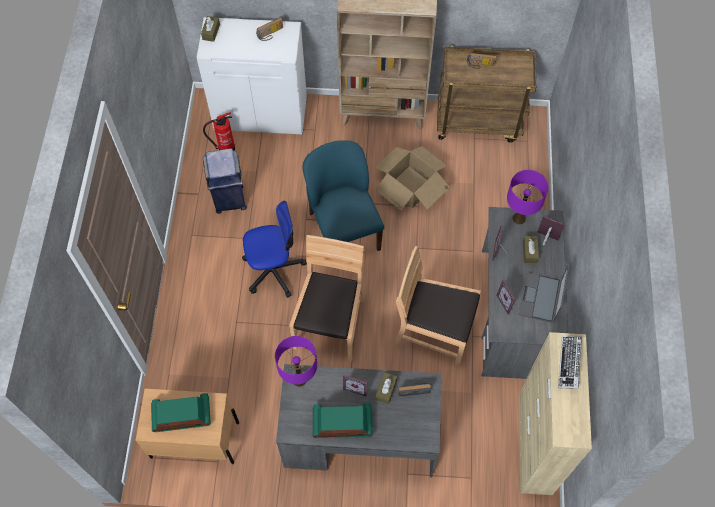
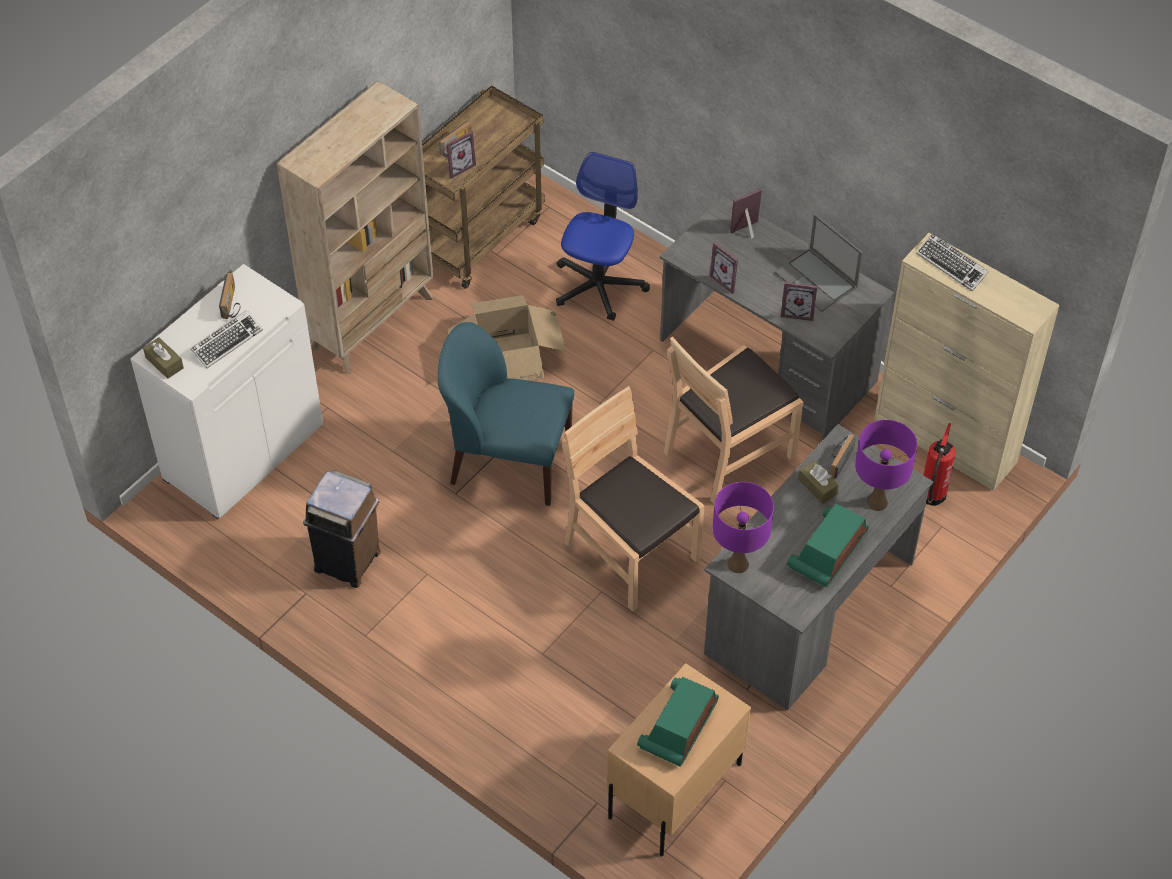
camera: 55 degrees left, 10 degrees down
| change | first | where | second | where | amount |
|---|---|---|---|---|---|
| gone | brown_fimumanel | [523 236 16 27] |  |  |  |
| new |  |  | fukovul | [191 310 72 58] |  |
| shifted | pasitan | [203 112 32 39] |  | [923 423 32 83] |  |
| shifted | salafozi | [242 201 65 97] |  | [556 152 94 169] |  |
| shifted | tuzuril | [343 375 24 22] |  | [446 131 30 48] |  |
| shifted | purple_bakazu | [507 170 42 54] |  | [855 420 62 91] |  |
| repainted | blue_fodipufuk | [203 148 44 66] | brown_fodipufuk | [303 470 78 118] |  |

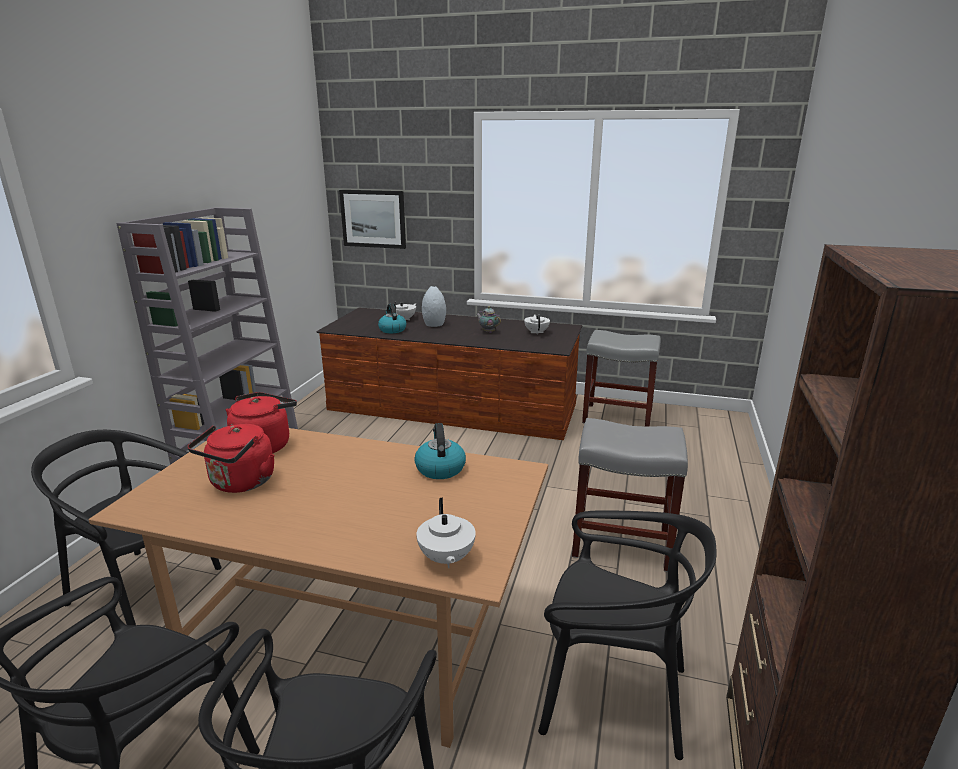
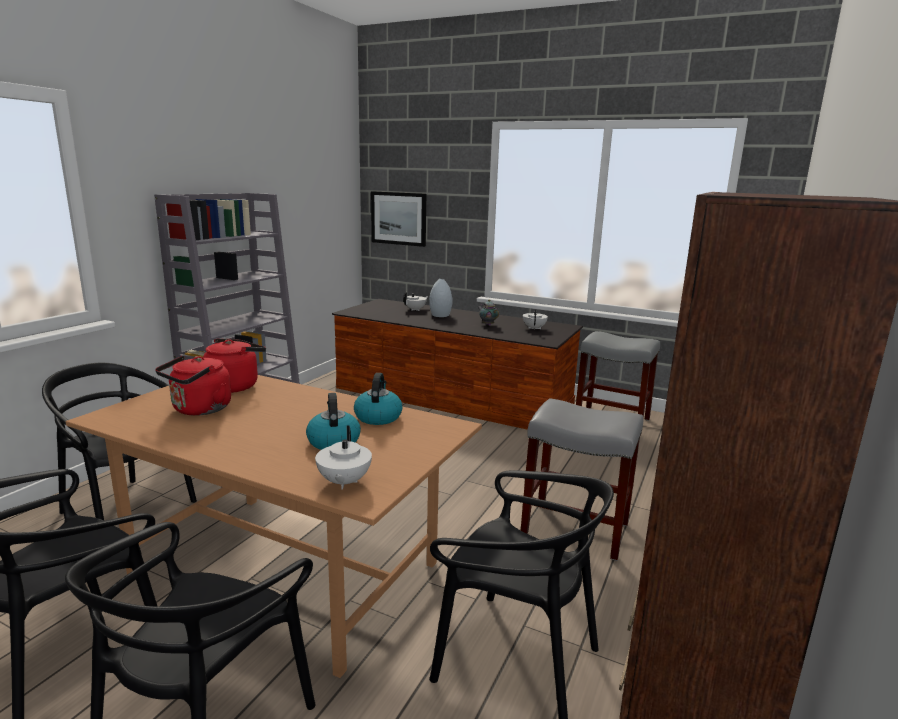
camera: 10 degrees right, 5 degrees down
| change | first | where | second | where | amount |
|---|---|---|---|---|---|
| shifted | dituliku | [378 304 28 29] |  | [306 393 55 57] |  |

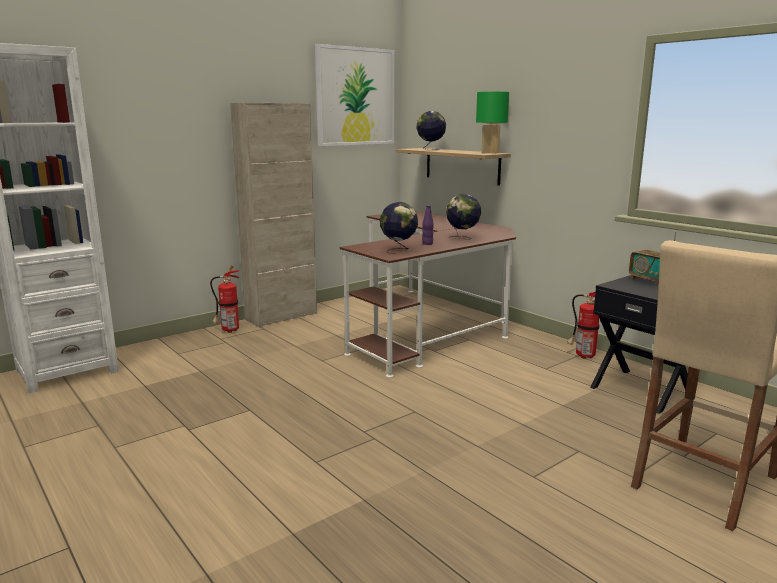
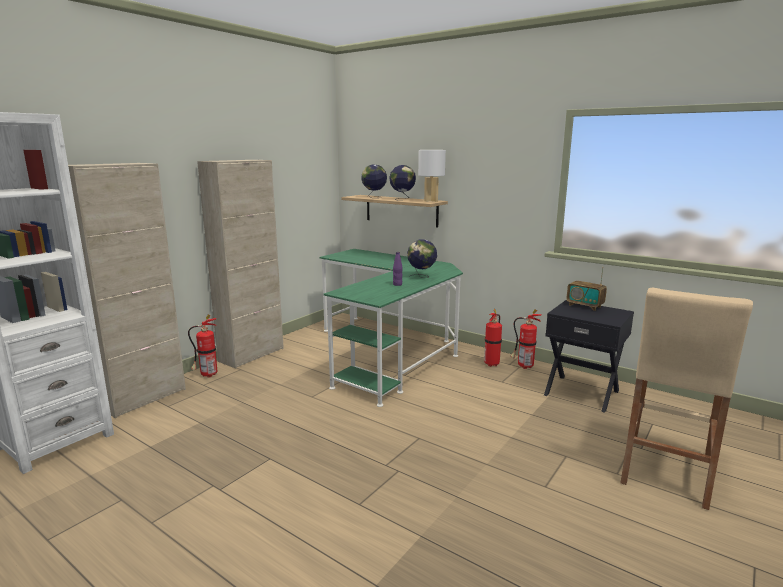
camera: 15 degrees left, 0 degrees up
| change | first | where | second | where | amount |
|---|---|---|---|---|---|
| gone | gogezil | [315 44 80 102] |  |  |  |
| new |  |  | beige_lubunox | [68 163 118 255] |  |
| new |  |  | pasitan | [484 309 18 58] |  |
| shifted | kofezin | [380 202 38 52] |  | [390 165 26 36] |  |
| repainted | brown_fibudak | [340 211 176 167] | green_fibudak | [319 249 144 158] |  |
| repainted | green_bakazu | [476 91 33 63] | white_bakazu | [418 150 28 52] |  |

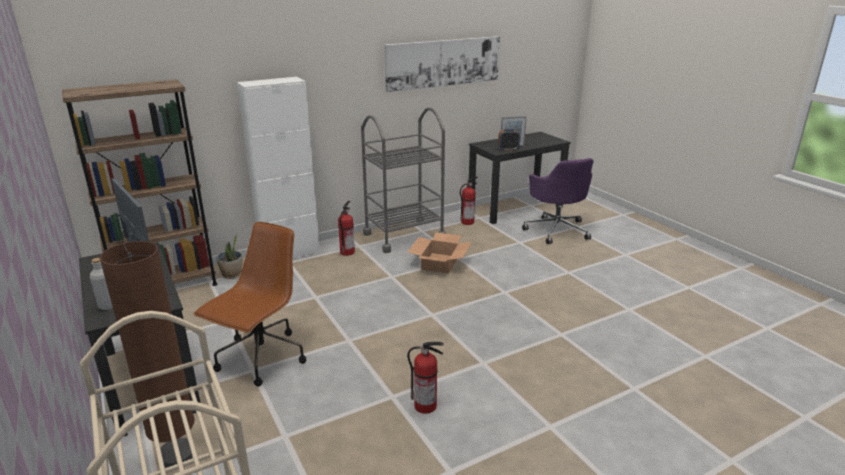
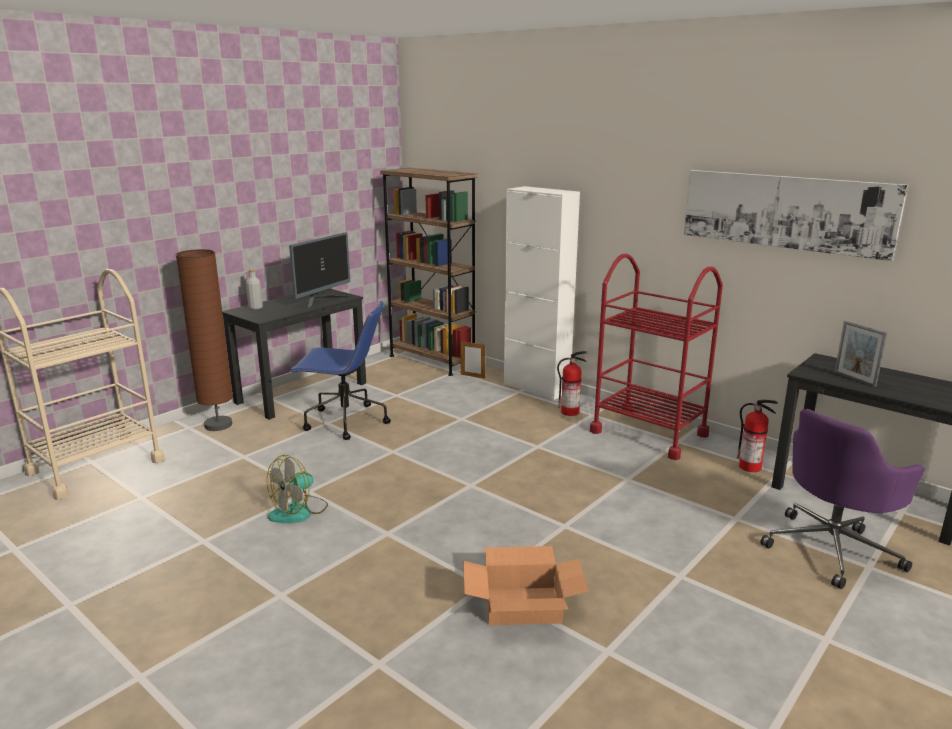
camera: 70 degrees right, 5 degrees down
| change | first | where | second | where | amount |
|---|---|---|---|---|---|
| gone | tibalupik | [498 129 22 22] |  |  |  |
| shifted | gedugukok | [408 232 63 42] |  | [463 546 125 80] |  |
| swapped | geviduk | [216 234 26 45] | tuzuril | [461 341 24 37] |  |
| swapped | pasitan | [407 342 37 72] | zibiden | [267 455 61 68] |  |
| repainted | brown_salafozi | [194 222 112 165] | blue_salafozi | [290 301 101 139] |  |
| repainted | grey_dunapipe | [361 107 85 146] | red_dunapipe | [590 254 133 206] |  |

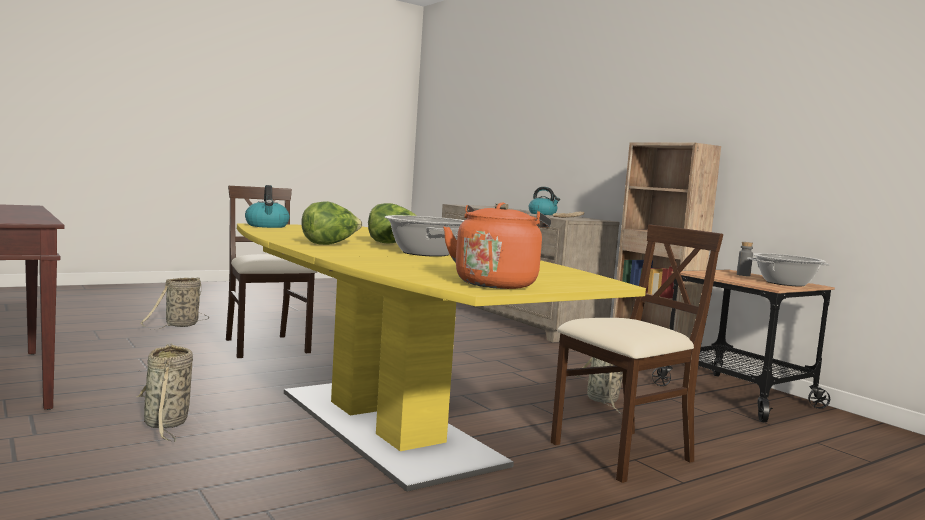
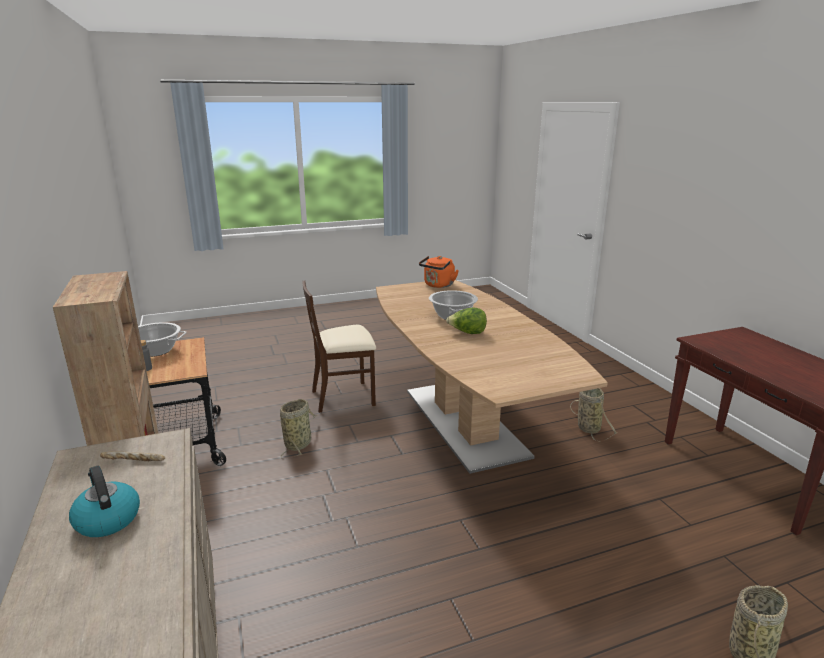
camera: 165 degrees left, 15 degrees up
| change | first | where | second | where | amount |
|---|---|---|---|---|---|
| gone | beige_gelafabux | [226 186 91 172] |  |  |  |
| gone | dituliku | [245 185 45 43] |  |  |  |
| gone | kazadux | [301 201 61 44] |  |  |  |
| repainted | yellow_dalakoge | [237 223 409 269] | brown_dalakoge | [376 280 232 194] |  |

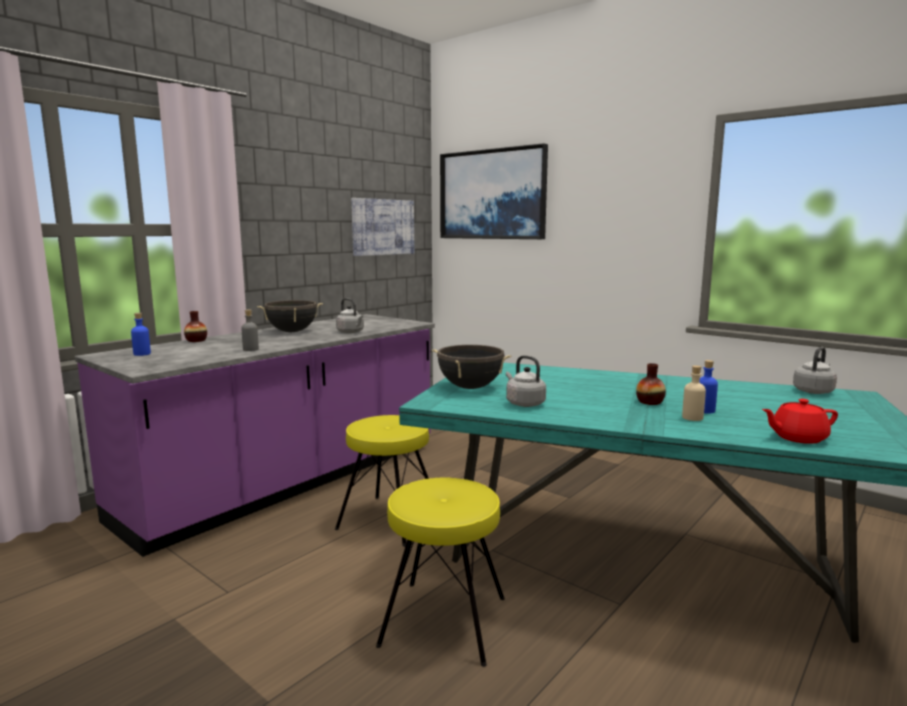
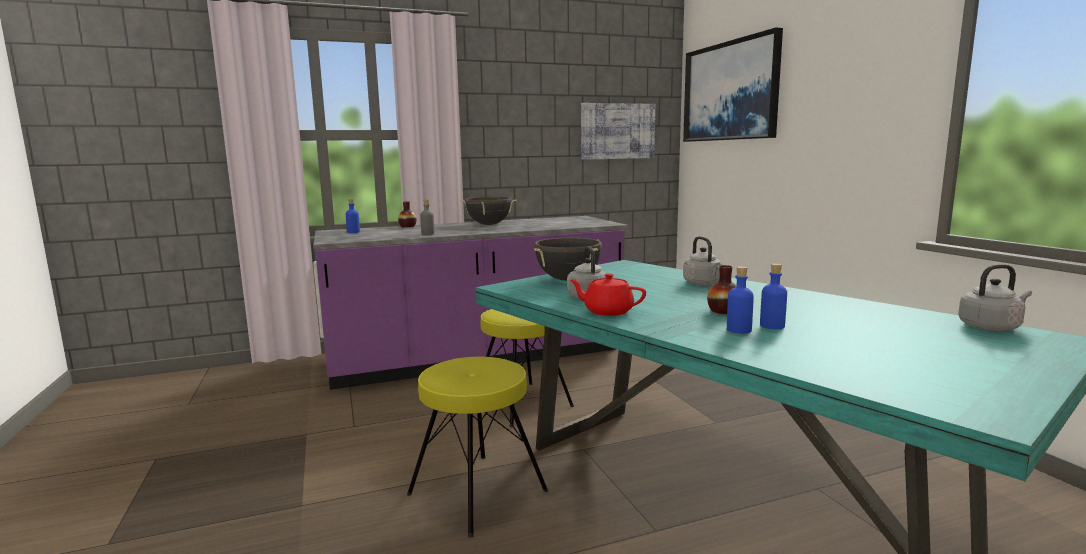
camera: 30 degrees right, 0 degrees up
| change | first | where | second | where | amount |
|---|---|---|---|---|---|
| shifted | grey_dituliku | [336 298 28 35] |  | [683 236 39 49] |  |
| shifted | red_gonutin | [762 399 76 45] |  | [569 273 77 43] |  |
| repainted | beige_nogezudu | [682 365 24 56] | blue_nogezudu | [727 266 27 68] |  |

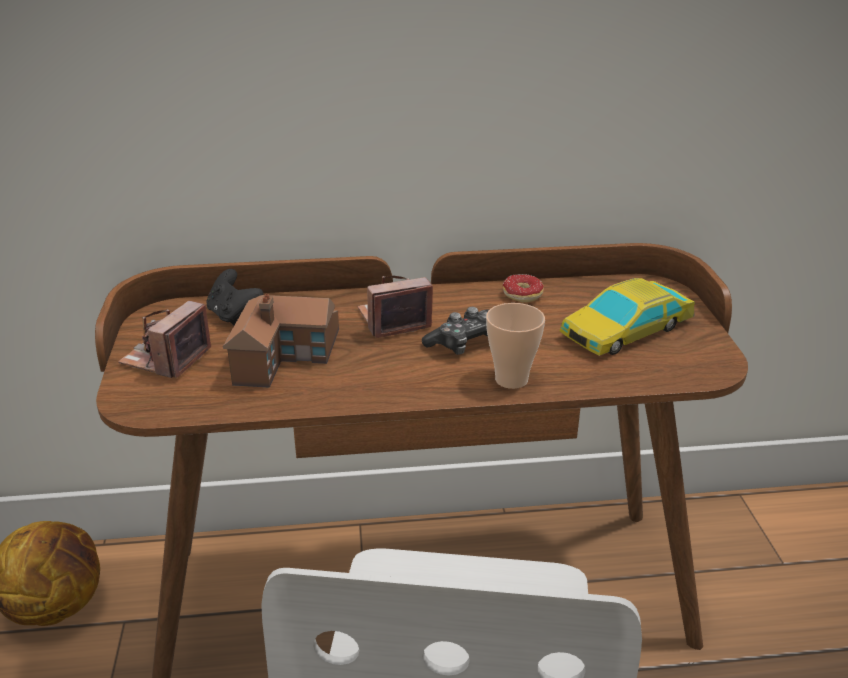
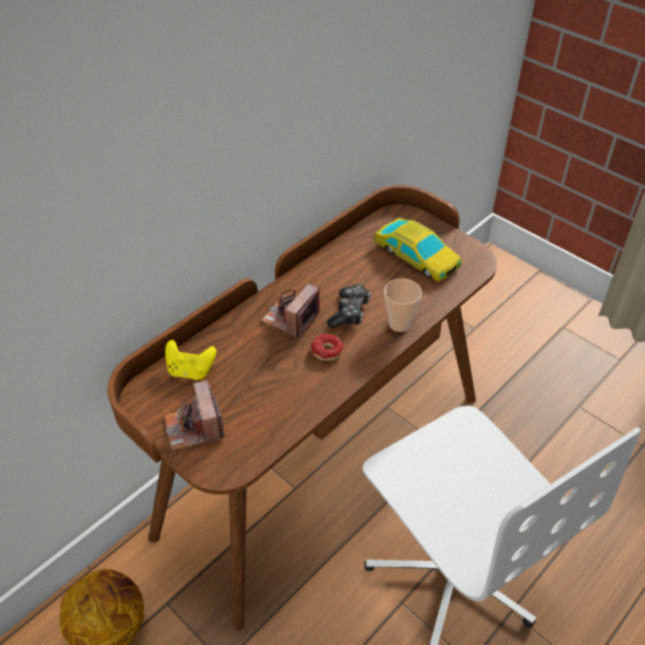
camera: 40 degrees left, 15 degrees up
| change | first | where | second | where | amount |
|---|---|---|---|---|---|
| gone | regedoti | [223 294 116 94] |  |  |  |
| shifted | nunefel | [503 274 41 28] |  | [311 334 32 27] |  |
| repainted | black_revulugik | [206 269 58 57] | yellow_revulugik | [165 340 51 40] |  |
| rotated | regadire | [560 278 135 78] |  | [374 218 88 64] | 60 degrees counterclockwise |

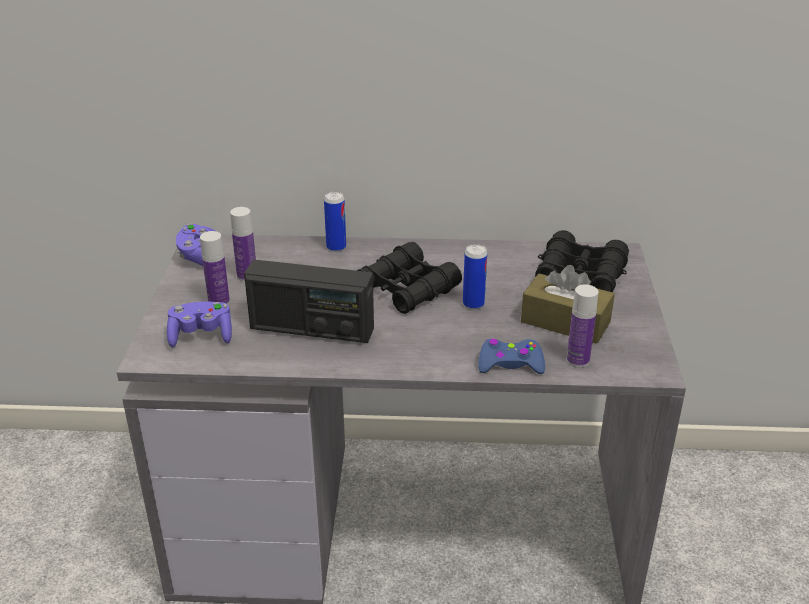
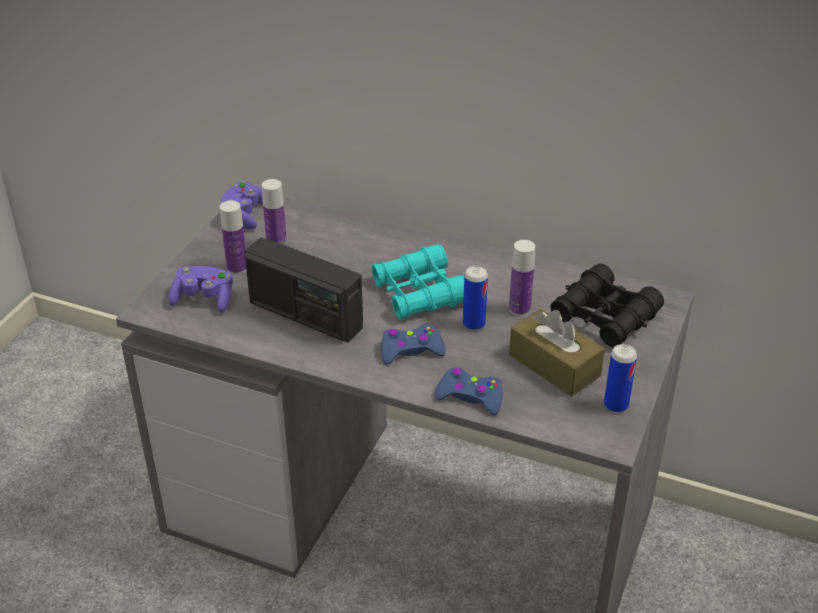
camera: 20 degrees right, 5 degrees up
| change | first | where | second | where | amount |
|---|---|---|---|---|---|
| new |  |  | blue_revulugik | [381 324 65 41] |  |
| shifted | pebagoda | [324 192 22 60] |  | [604 344 33 69] |  |
| shifted | nogezudu | [566 284 32 83] |  | [509 240 26 76] |  |
| repainted | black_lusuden | [357 242 105 72] | turquoise_lusuden | [371 245 93 75] |  |

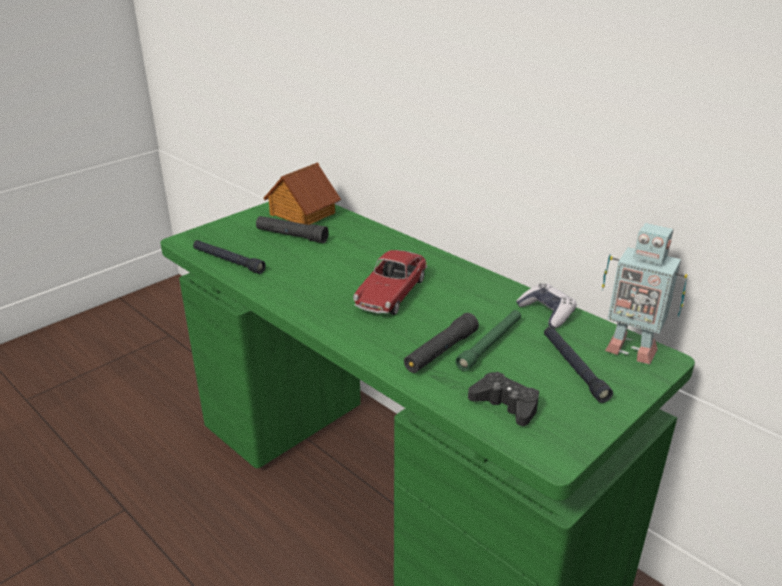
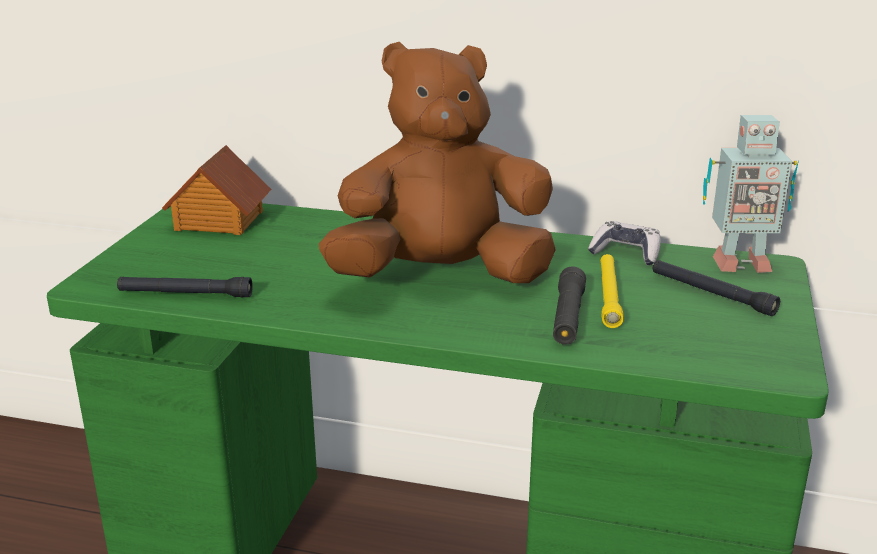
camera: 30 degrees left, 5 degrees down
| change | first | where | second | where | amount |
|---|---|---|---|---|---|
| gone | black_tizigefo | [256 216 73 27] |  |  |  |
| gone | black_revulugik | [468 372 71 54] |  |  |  |
| swapped | regadire | [353 250 74 65] | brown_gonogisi | [319 42 237 241] |  |
| repainted | green_tizigefo | [455 310 66 61] | yellow_tizigefo | [601 254 23 74] |  |

